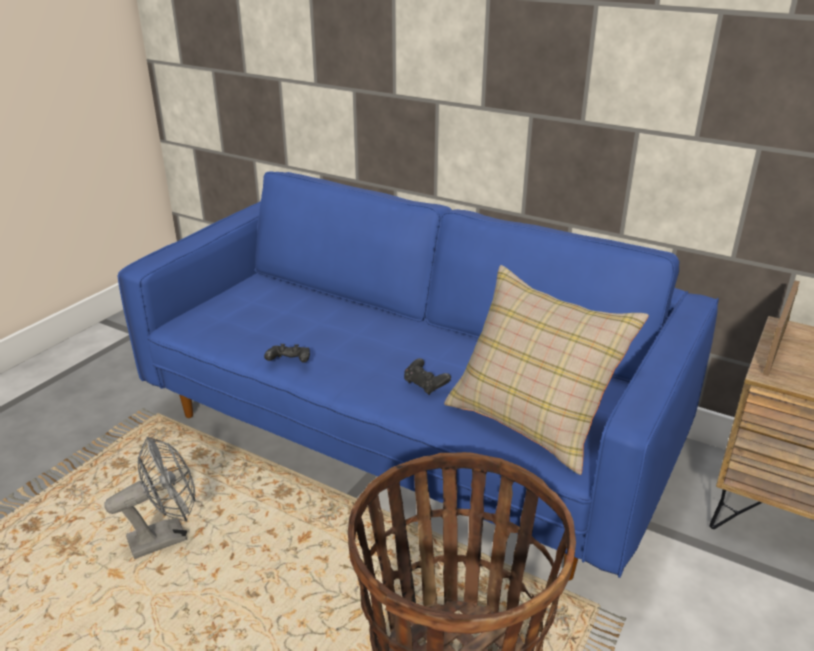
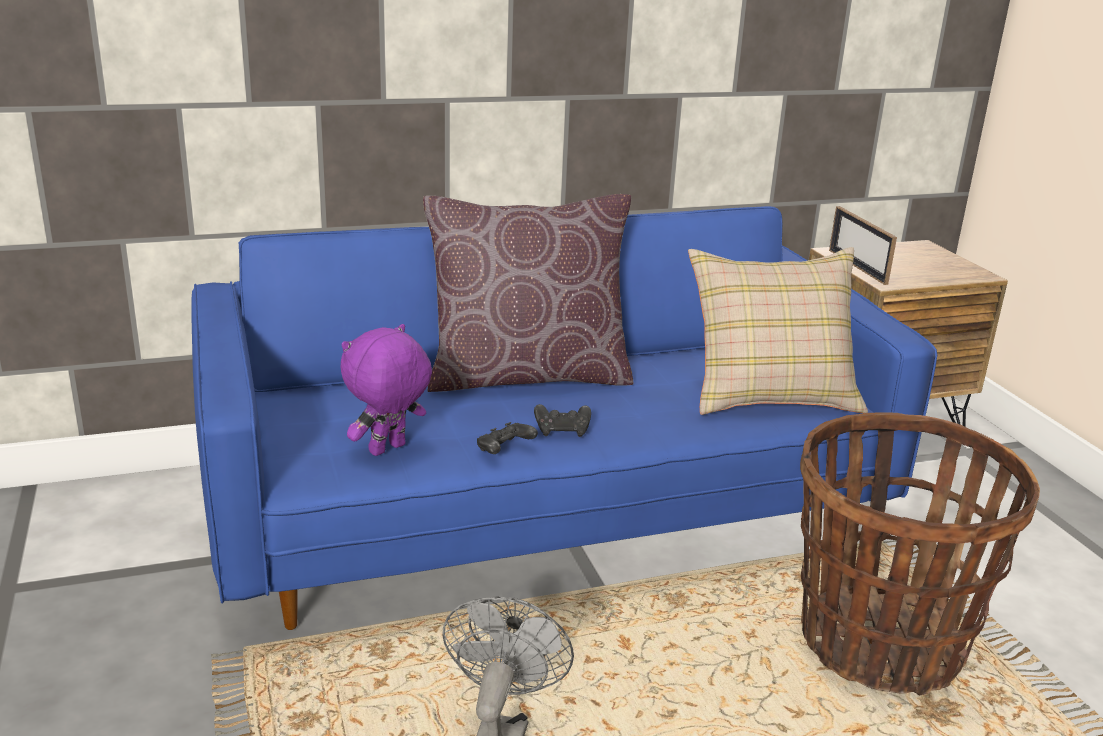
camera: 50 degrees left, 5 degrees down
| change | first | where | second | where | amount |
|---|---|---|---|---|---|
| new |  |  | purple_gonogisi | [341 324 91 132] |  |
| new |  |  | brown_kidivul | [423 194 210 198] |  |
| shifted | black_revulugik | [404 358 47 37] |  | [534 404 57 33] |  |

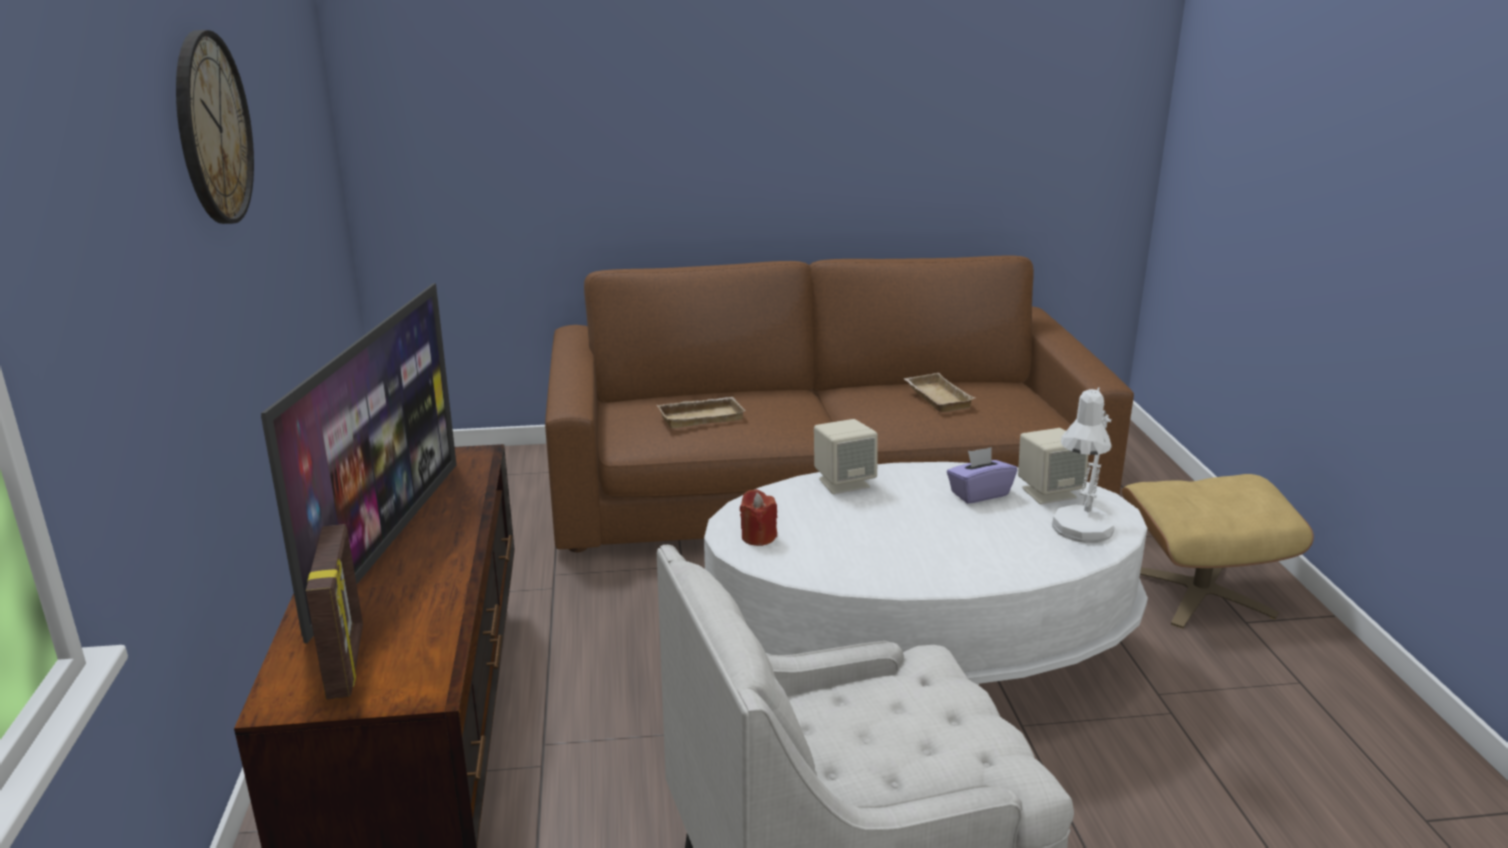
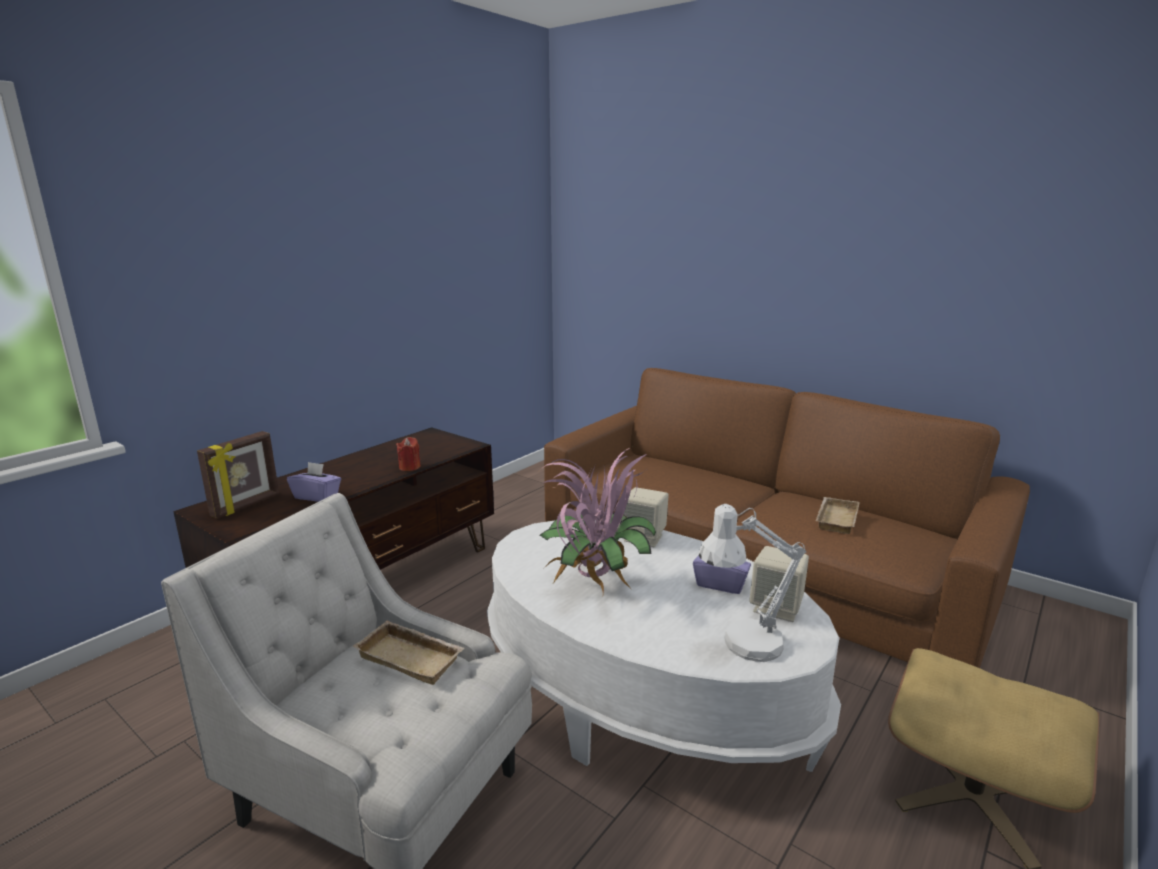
camera: 45 degrees right, 5 degrees down
| change | first | where | second | where | amount |
|---|---|---|---|---|---|
| gone | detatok | [176 30 78 194] |  |  |  |
| gone | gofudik | [261 283 196 360] |  |  |  |
| new |  |  | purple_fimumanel | [287 462 54 40] |  |
| new |  |  | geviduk | [540 448 116 146] |  |
| shifted | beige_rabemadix | [657 397 89 31] |  | [353 620 112 65] |  |
| shifted | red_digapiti | [740 489 37 57] |  | [396 437 25 34] |  |

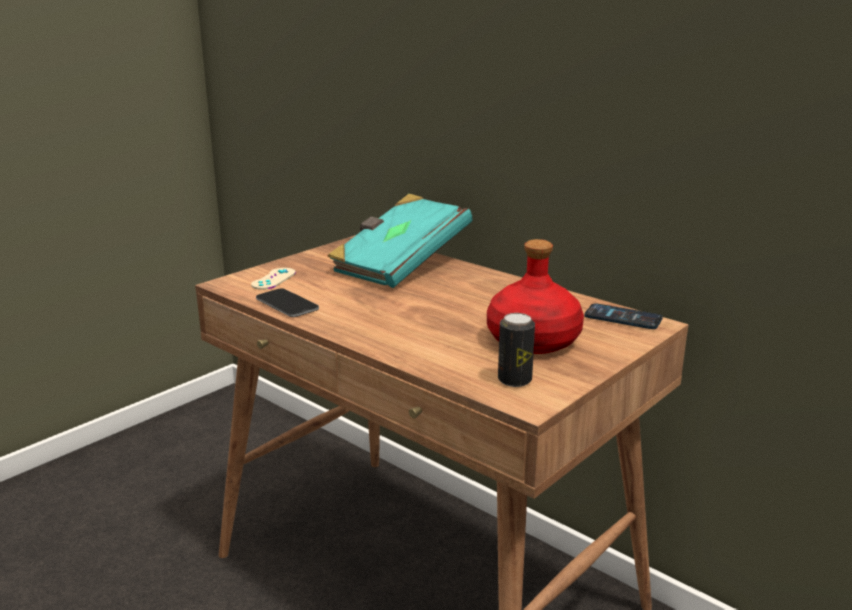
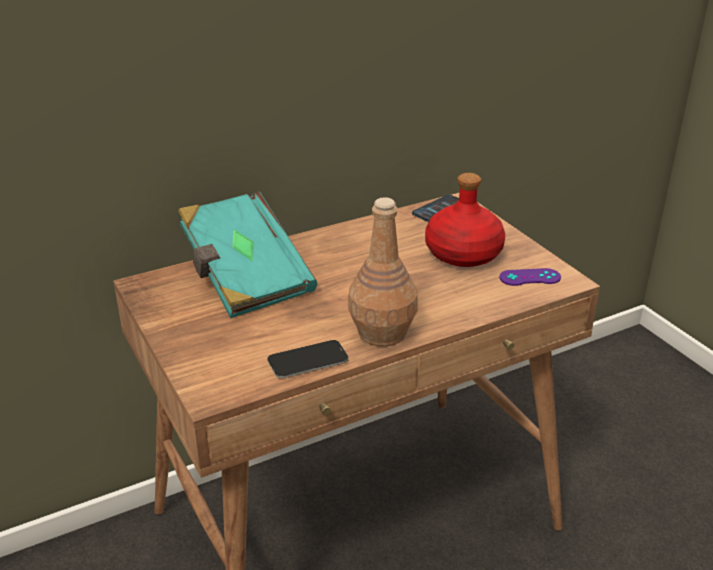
camera: 70 degrees left, 10 degrees up
| change | first | where | second | where | amount |
|---|---|---|---|---|---|
| gone | beige_revulugik | [251 268 45 22] |  |  |  |
| new |  |  | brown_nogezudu | [348 197 69 150] |  |
| swapped | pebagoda | [498 313 37 74] | purple_revulugik | [499 268 62 18] |  |

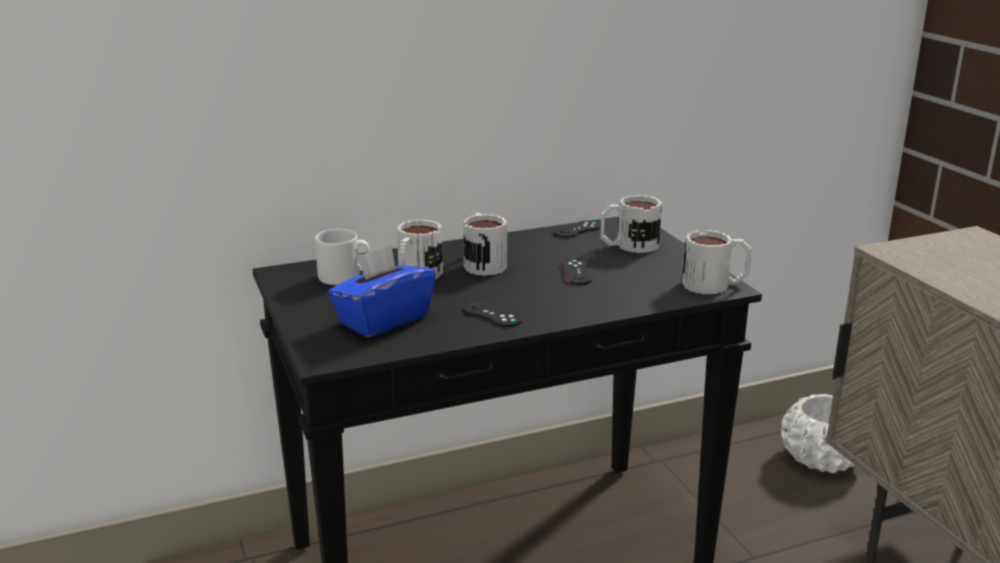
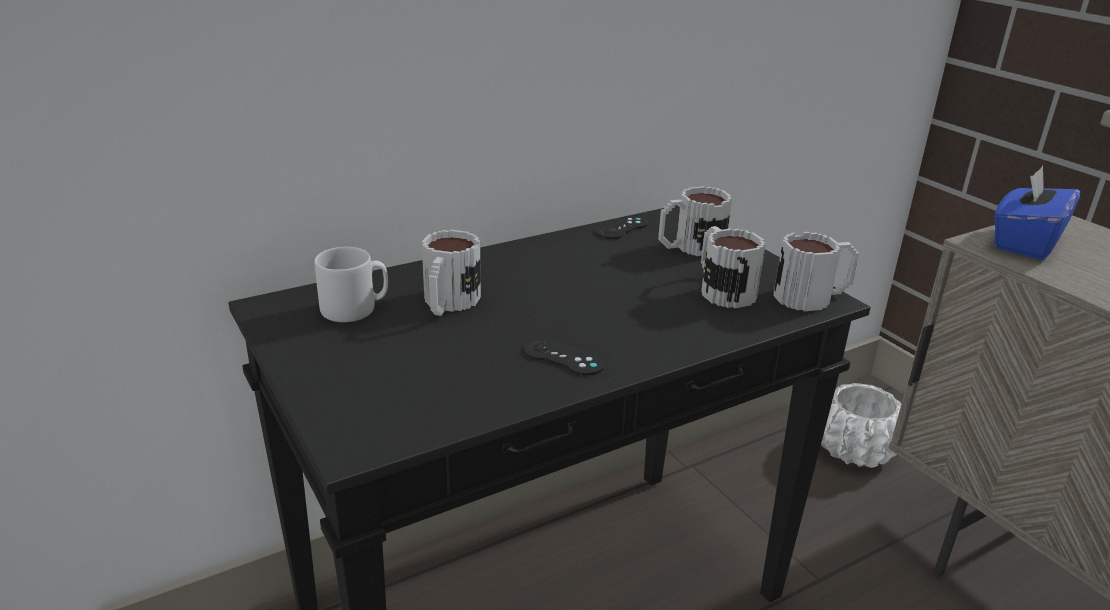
camera: 10 degrees left, 5 degrees up
| change | first | where | second | where | amount |
|---|---|---|---|---|---|
| gone | black_revulugik | [562 259 30 26] |  |  |  |
| shifted | blue_fimumanel | [328 244 108 94] |  | [994 166 86 94] |  |
| shifted | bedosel | [463 213 44 63] |  | [701 226 65 82] |  |

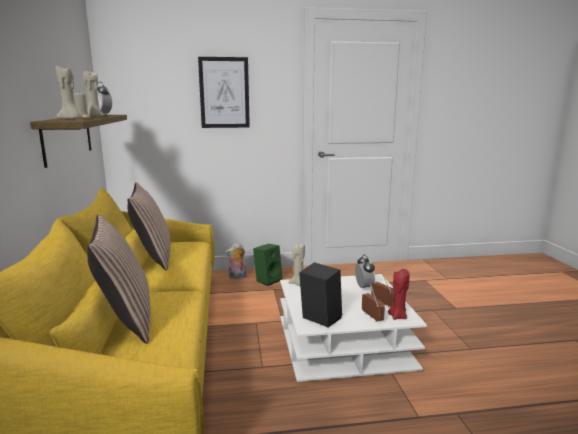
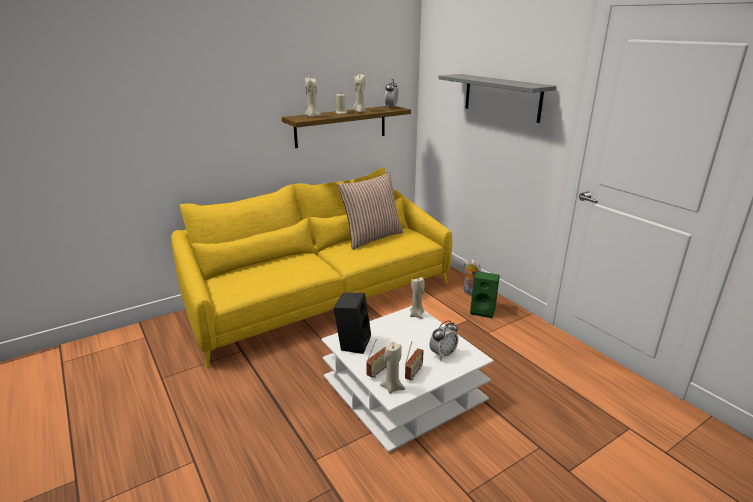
camera: 65 degrees right, 10 degrees up
| change | first | where | second | where | amount |
|---|---|---|---|---|---|
| gone | kidivul | [87 214 63 130] |  |  |  |
| swapped | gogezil | [198 57 52 71] | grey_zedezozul | [438 74 119 49] |  |
| repainted | red_digapiti | [388 269 22 51] | beige_digapiti | [380 341 25 53] |  |

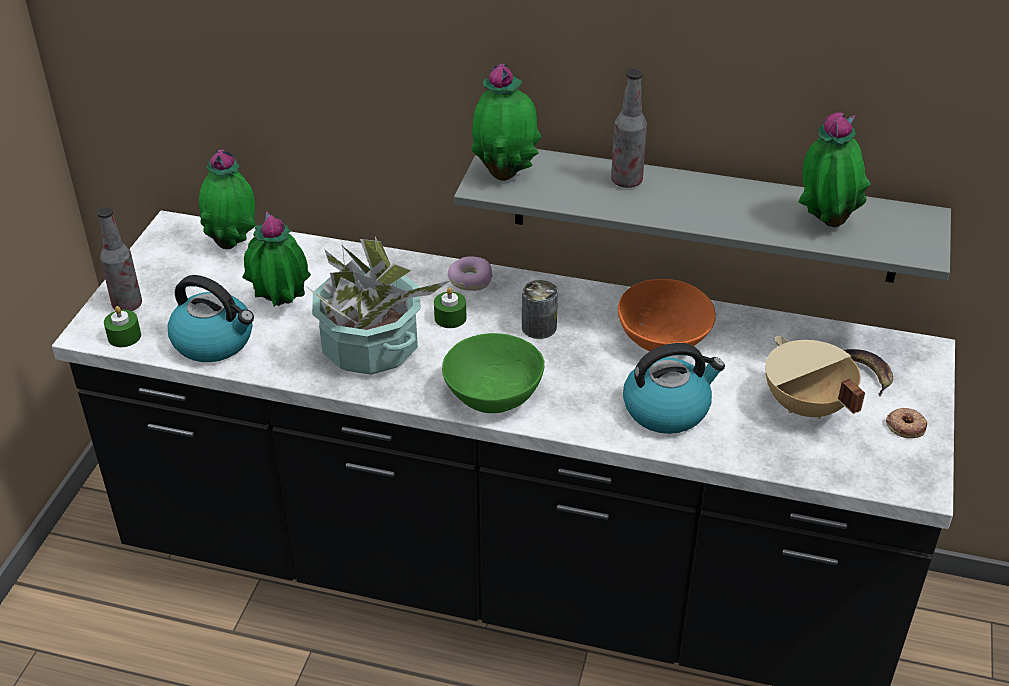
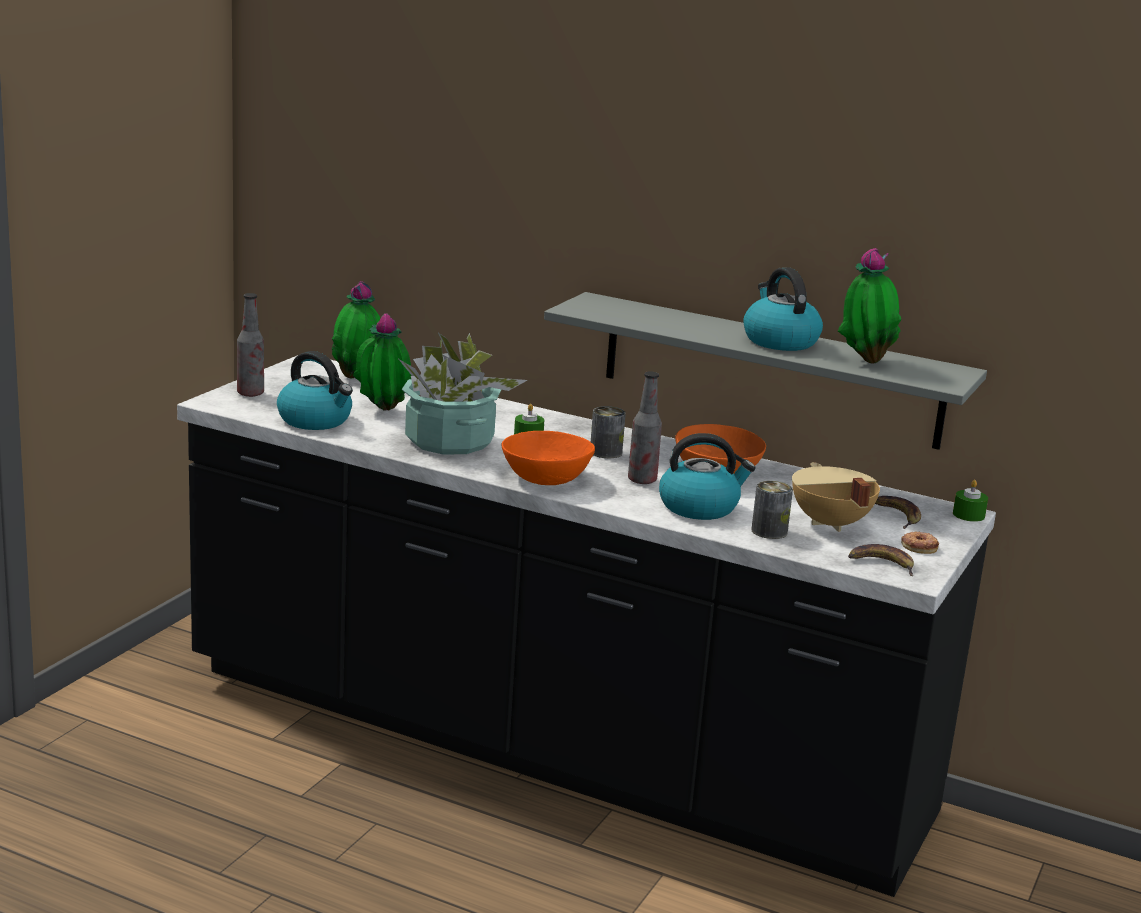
camera: 10 degrees right, 20 degrees down
| change | first | where | second | where | amount |
|---|---|---|---|---|---|
| gone | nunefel | [448 256 45 35] |  |  |  |
| gone | geviduk | [471 64 70 117] |  |  |  |
| new |  |  | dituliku | [743 267 80 84] |  |
| new |  |  | pebagoda | [751 480 42 59] |  |
| new |  |  | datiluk | [848 544 66 32] |  |
| shifted | green_digapiti | [104 306 37 41] |  | [953 480 35 42] |  |
| shifted | nogezudu | [611 69 36 119] |  | [628 371 34 113] |  |
| repainted | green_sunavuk | [442 333 103 80] | orange_sunavuk | [502 431 93 54] |  |

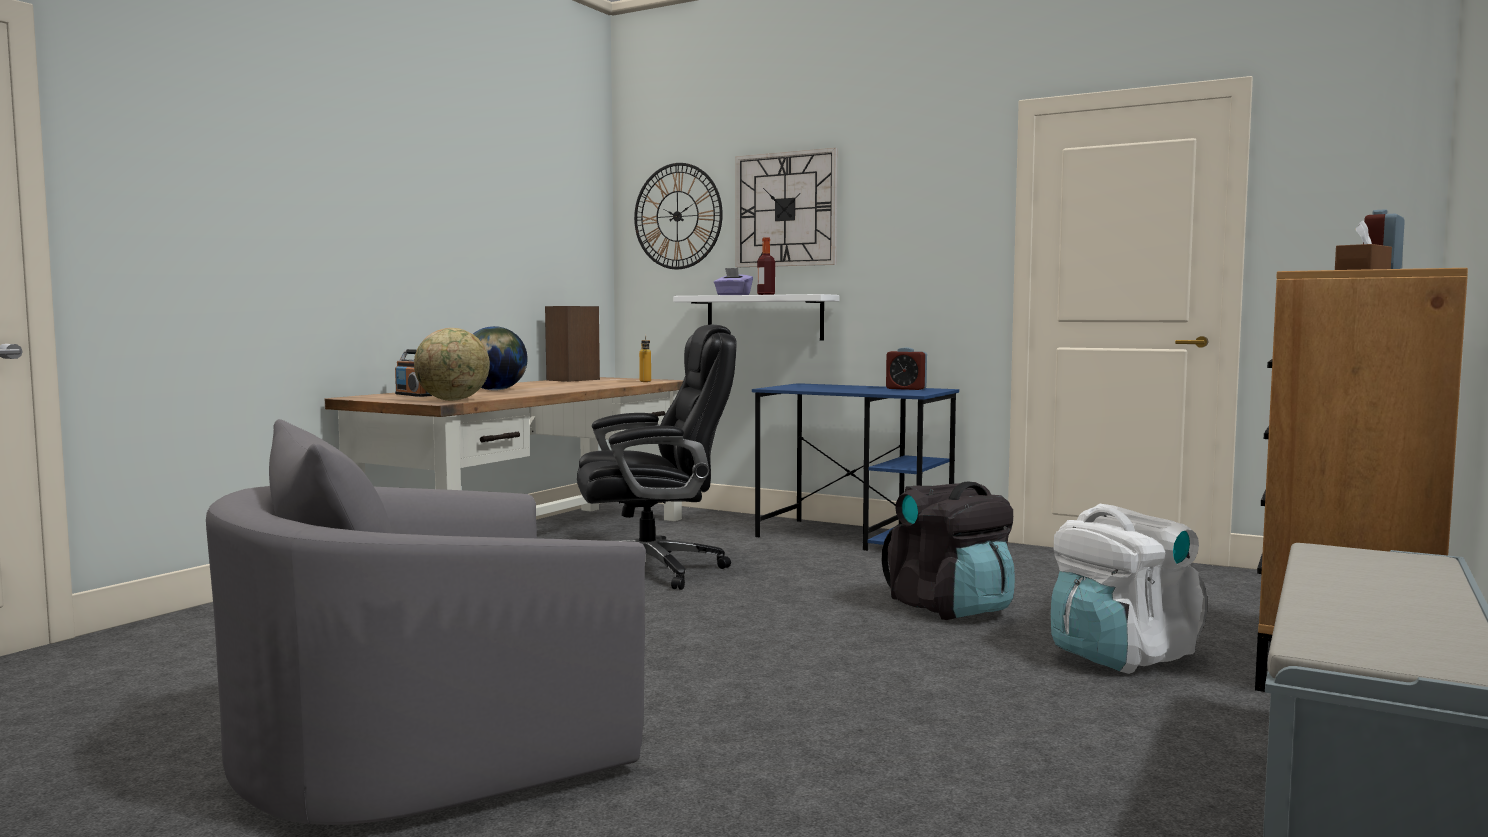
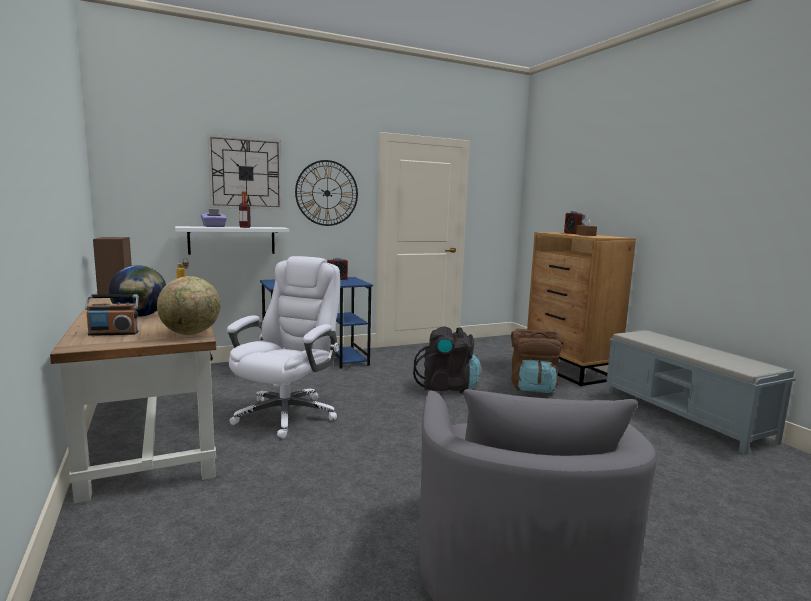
camera: 55 degrees left, 5 degrees up
| change | first | where | second | where | amount |
|---|---|---|---|---|---|
| shifted | detatok | [634 163 89 106] |  | [295 160 63 66] |  |
| repainted | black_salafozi | [577 324 160 266] | white_salafozi | [227 256 113 183] |  |
| repainted | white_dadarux | [1051 504 156 170] | brown_dadarux | [511 328 51 65] |  |

